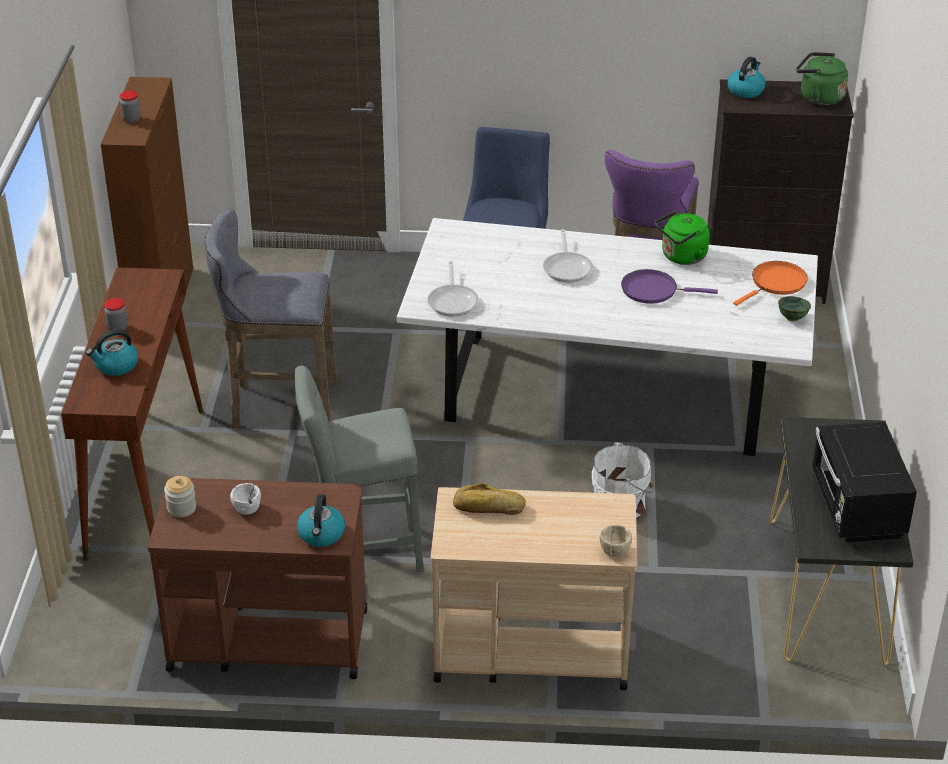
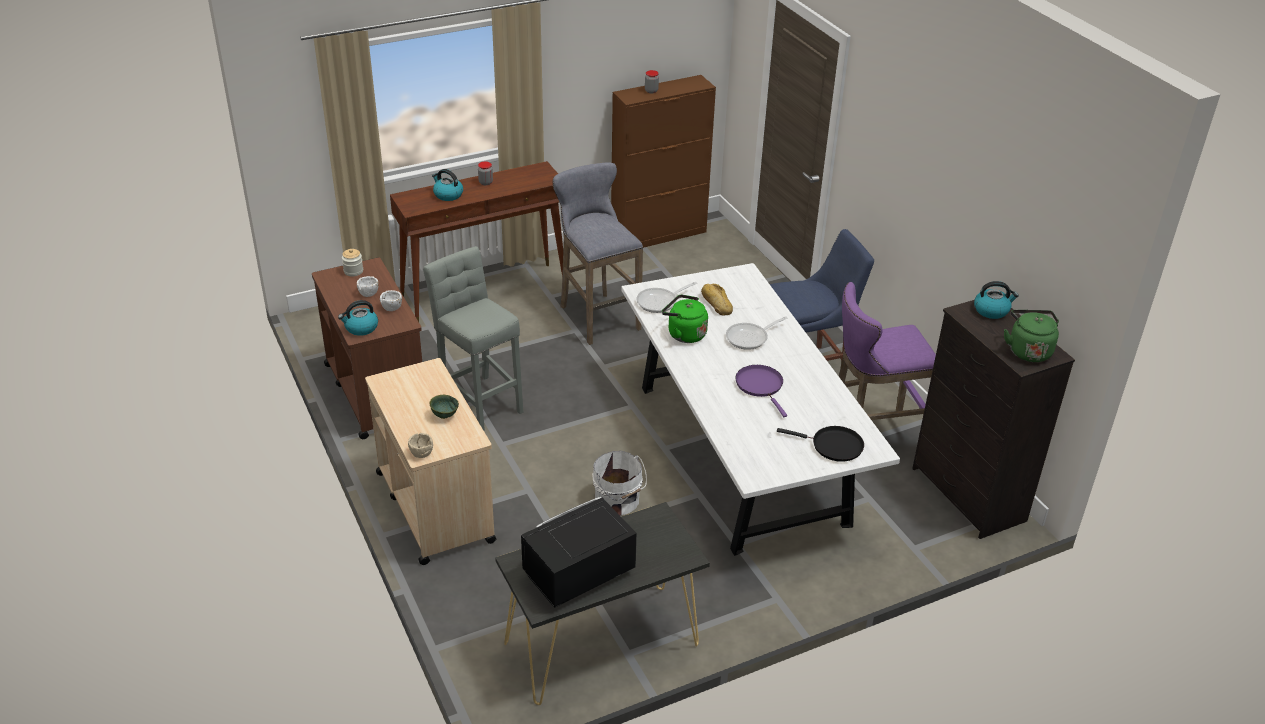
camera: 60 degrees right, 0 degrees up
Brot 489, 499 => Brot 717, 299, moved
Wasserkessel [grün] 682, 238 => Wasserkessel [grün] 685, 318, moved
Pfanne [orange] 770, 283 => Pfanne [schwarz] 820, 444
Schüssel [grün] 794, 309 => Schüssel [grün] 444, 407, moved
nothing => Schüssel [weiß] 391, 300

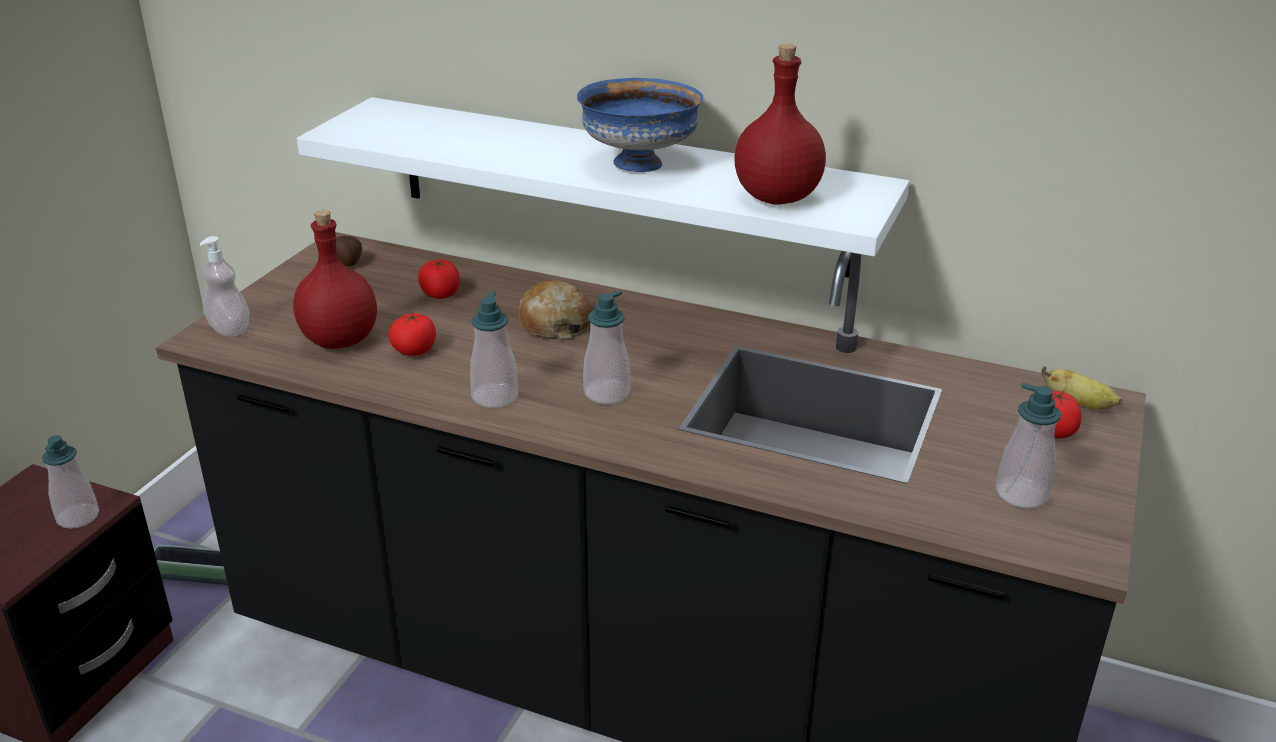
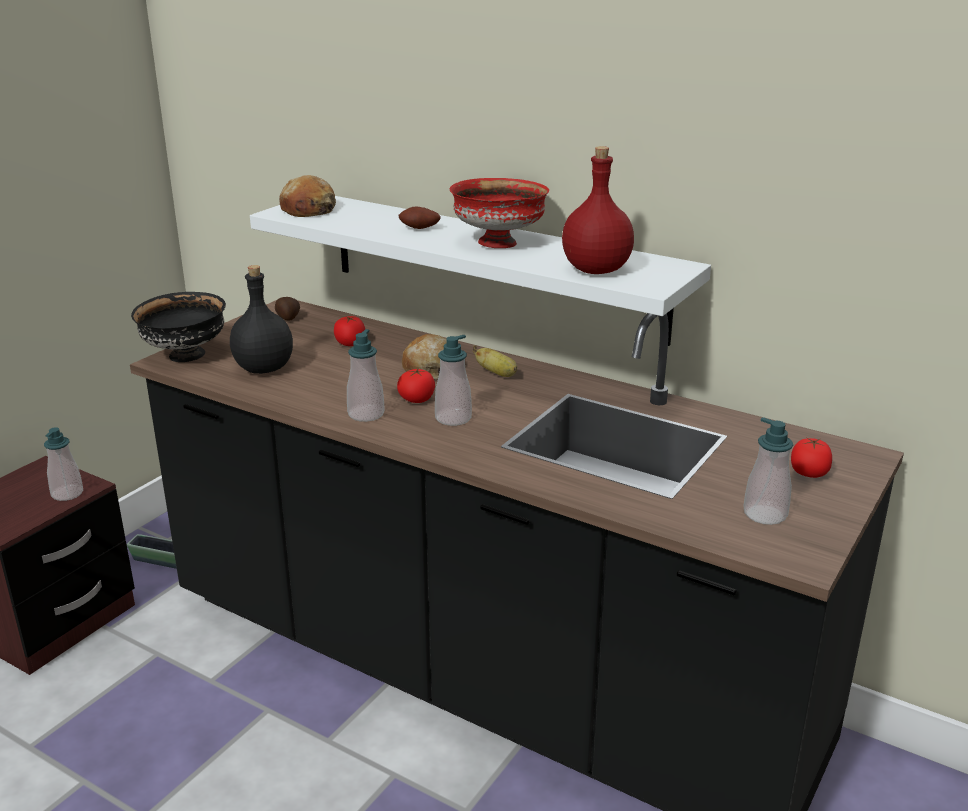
camera: 10 degrees right, 5 degrees down
Seifenspender 224, 286 => Schüssel [schwarz] 178, 327
Flasche [rot] 335, 279 => Flasche [schwarz] 261, 319
Tomate 412, 334 => Tomate 416, 386, moved
Schüssel [blau] 640, 125 => Schüssel [rot] 499, 213
Banane 1081, 387 => Banane 495, 361, moved
nothing => Brot 307, 196
nothing => Kartoffel 419, 218

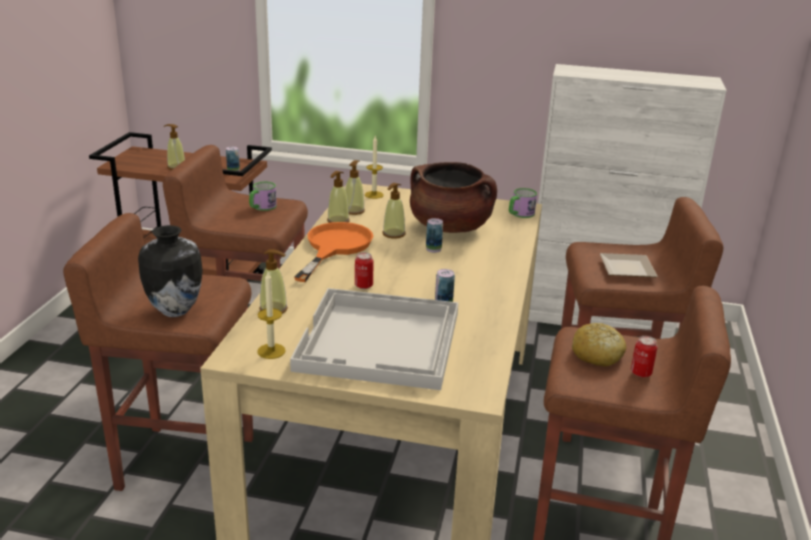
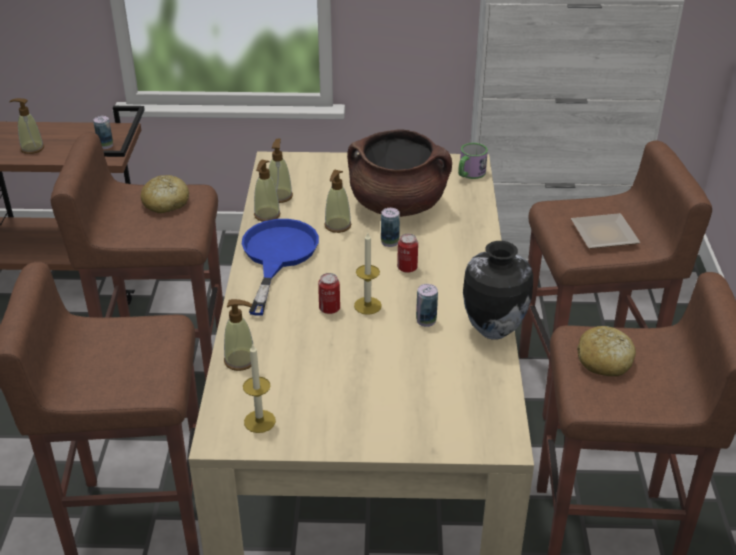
camera: 10 degrees left, 10 degrees up
Vase 170, 271 => Vase 498, 290, moved
Henkelbecher 263, 196 => Brot 165, 194
Tablett [weiß] 374, 339 => nothing
Pfanne [orange] 333, 252 => Pfanne [blau] 280, 267
Kerze 374, 167 => Kerze 368, 274, moved
Dose 644, 356 => Dose 407, 253, moved

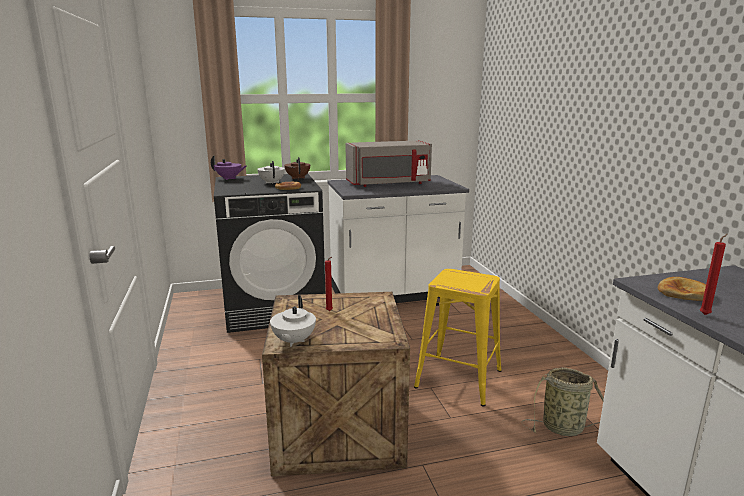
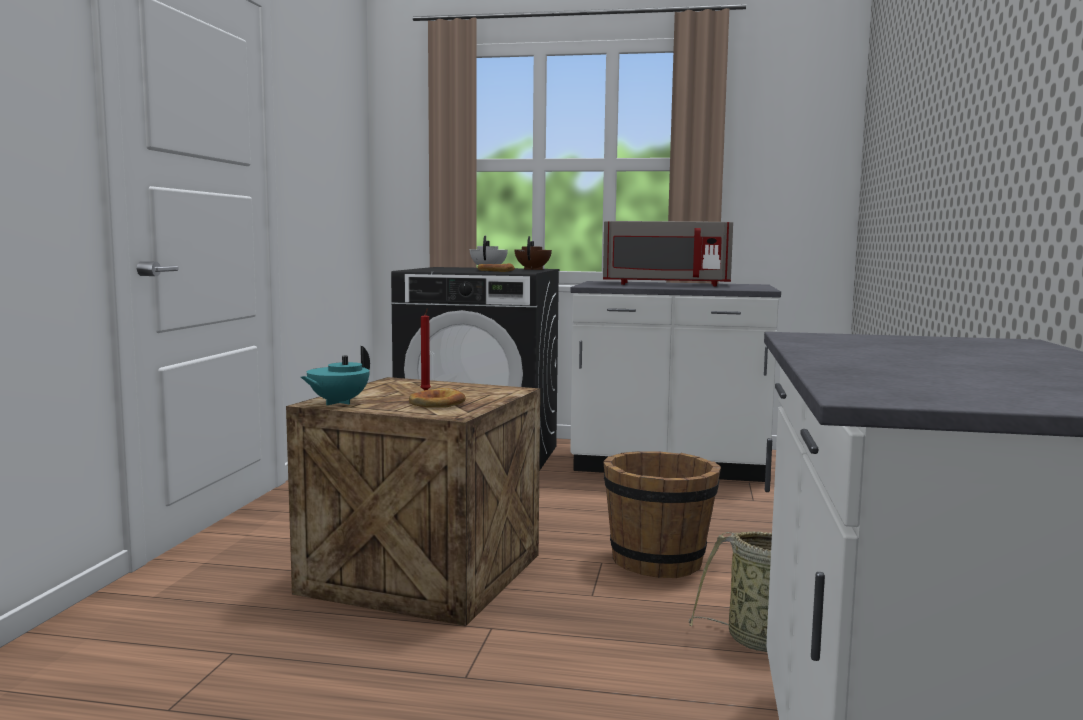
camera: 25 degrees right, 10 degrees down
Teekanne [lila] 229, 167 => nothing
Teekanne [weiß] 293, 321 => Teekanne [türkis] 335, 375
Hocker [gelb] 458, 338 => Eimer [braun] 662, 514
Brot 682, 289 => Brot 437, 398, moved
Kerze [rot] 714, 274 => nothing

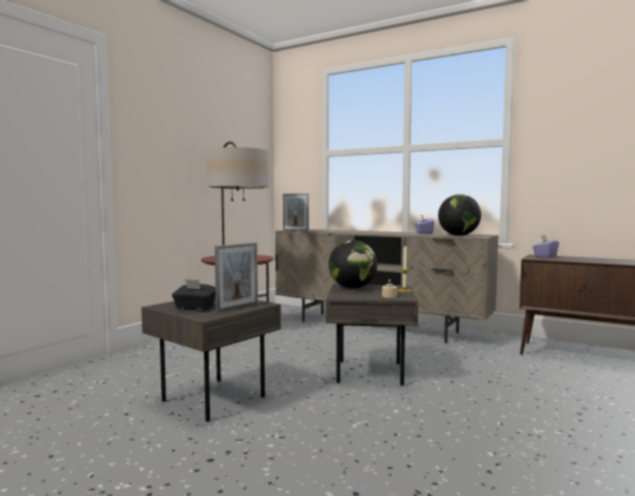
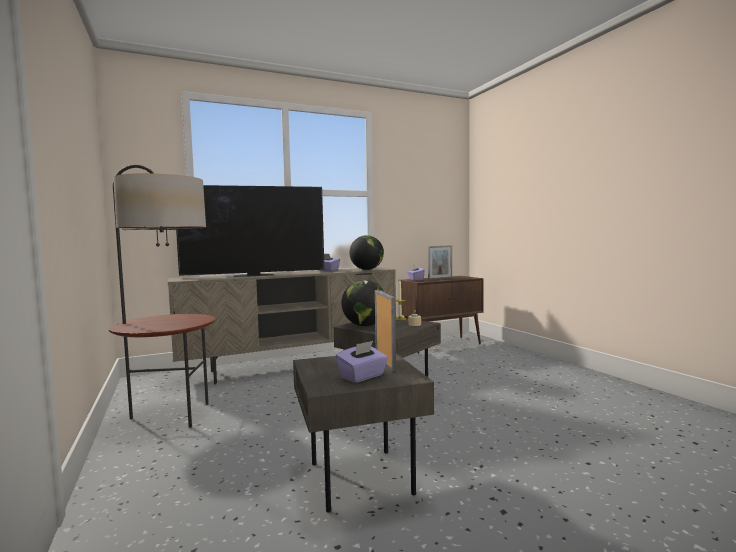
camera: 55 degrees left, 0 degrees up
Taschentuchbox [schwarz] 194, 295 => Taschentuchbox [lila] 362, 362
Bilderrahmen 296, 212 => Bilderrahmen 440, 263, moved
nothing => Fernseher 250, 231

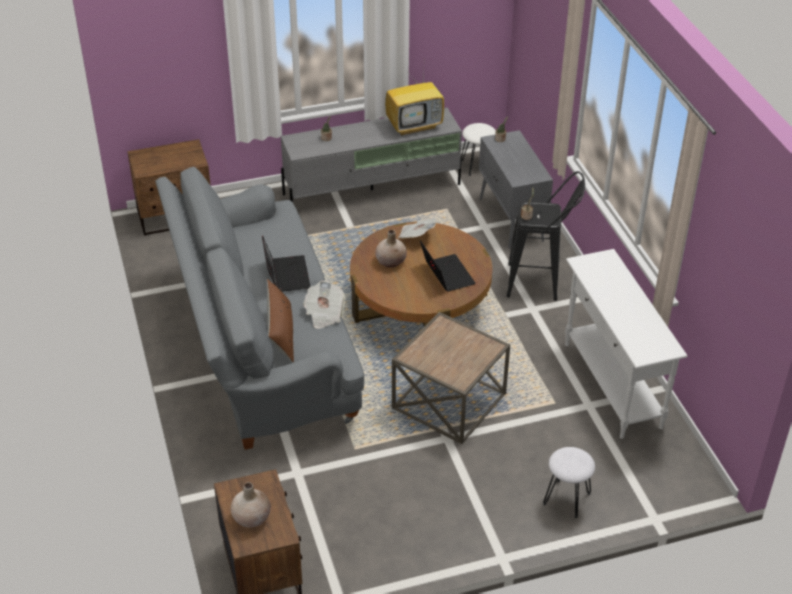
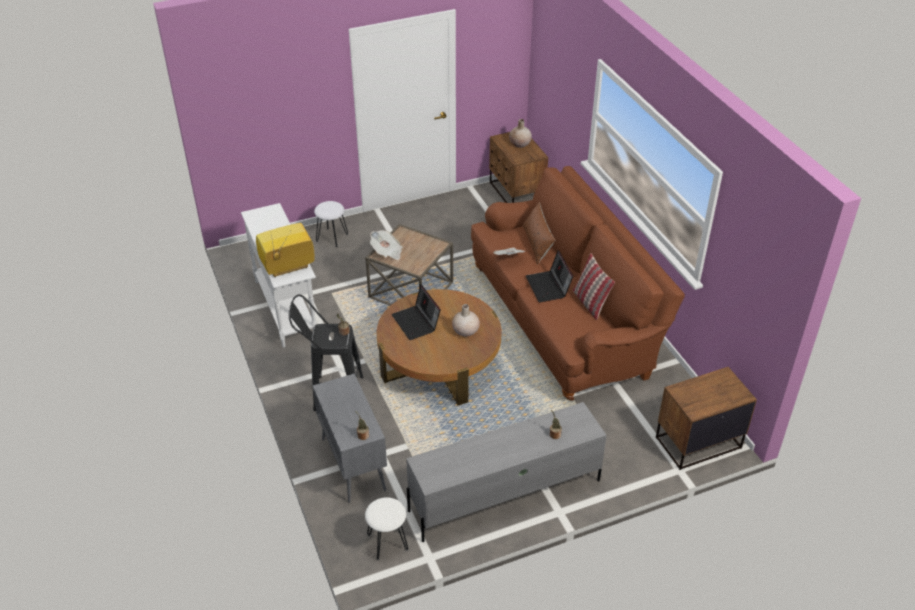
camera: 175 degrees right, 0 degrees up
Sofa [grau] 259, 308 => Sofa [braun] 578, 283
Fernseher 414, 102 => Fernseher 285, 250, moved
Zeitung 417, 228 => Zeitung 386, 245, moved
nothing => Kissen 594, 286

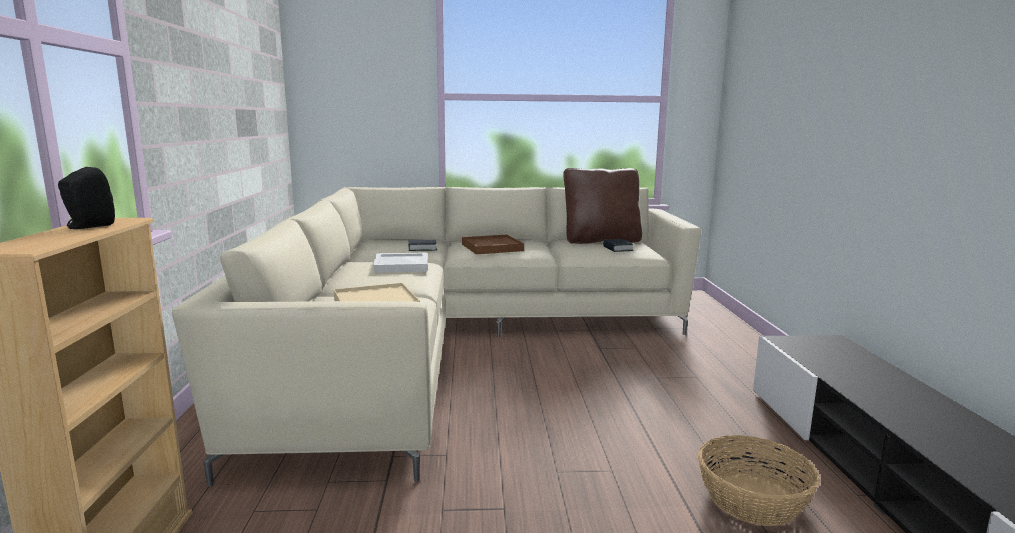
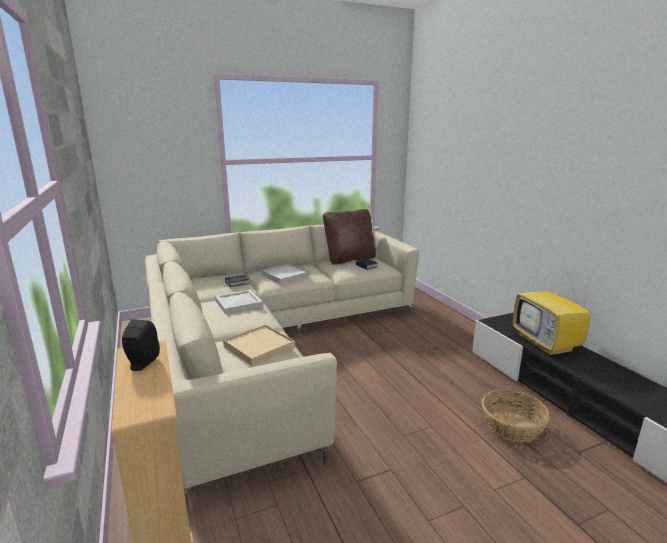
camera: 20 degrees left, 5 degrees up
Tablett [braun] 493, 244 => Tablett [weiß] 285, 273
nothing => Fernseher 551, 315

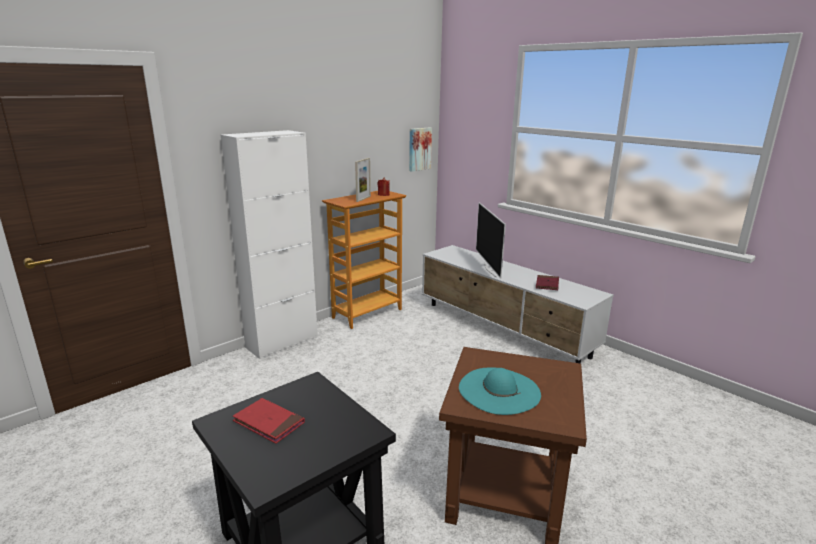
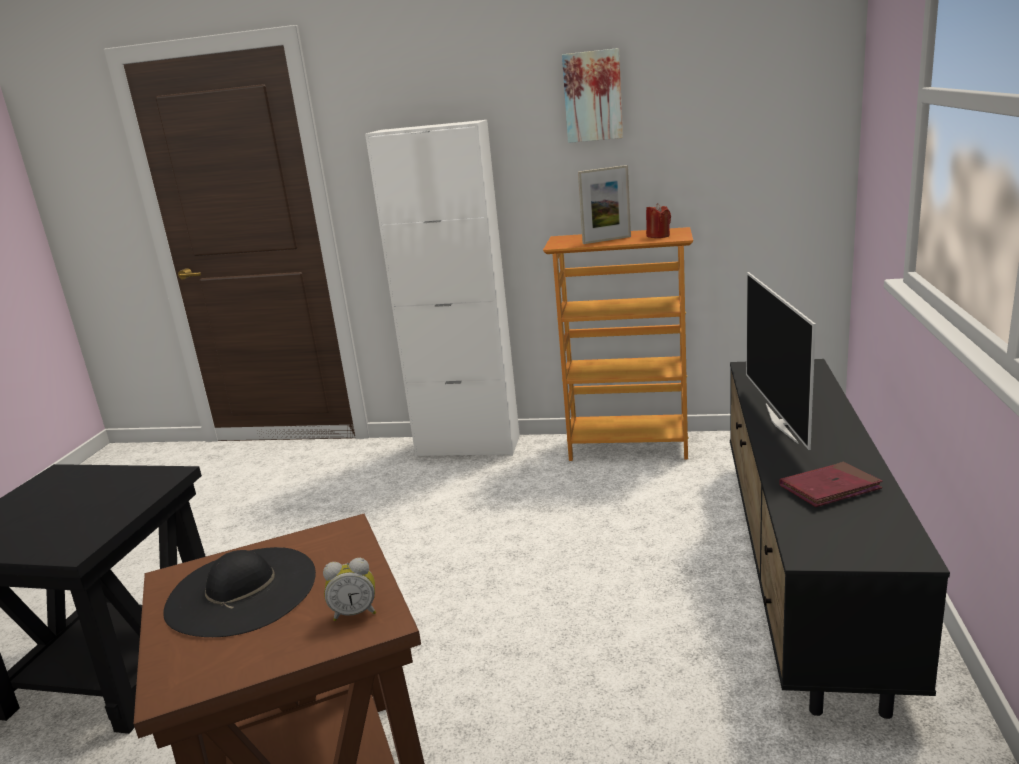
camera: 55 degrees right, 0 degrees up
Buch [rot] 269, 421 => nothing
Bild 420, 150 => Bild 592, 95, moved
Fernsehschrank [weiß] 518, 304 => Fernsehschrank [schwarz] 840, 539
Hut [türkis] 500, 391 => Hut [schwarz] 239, 592
Fernseher 491, 240 => Fernseher 781, 361, 45 degrees counterclockwise
nothing => Wecker 349, 589

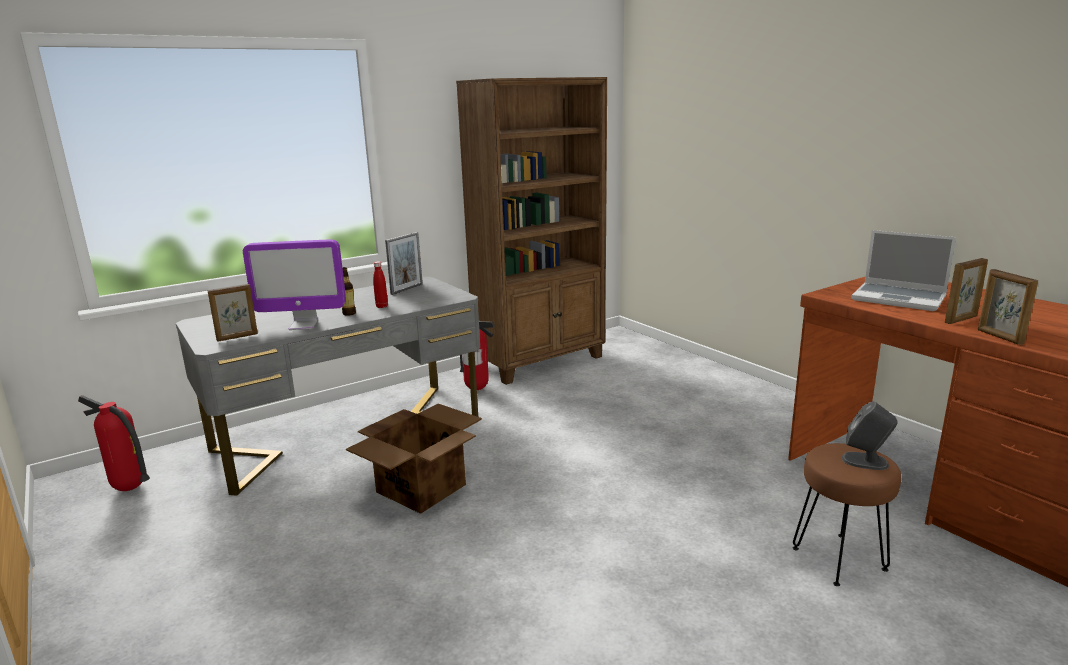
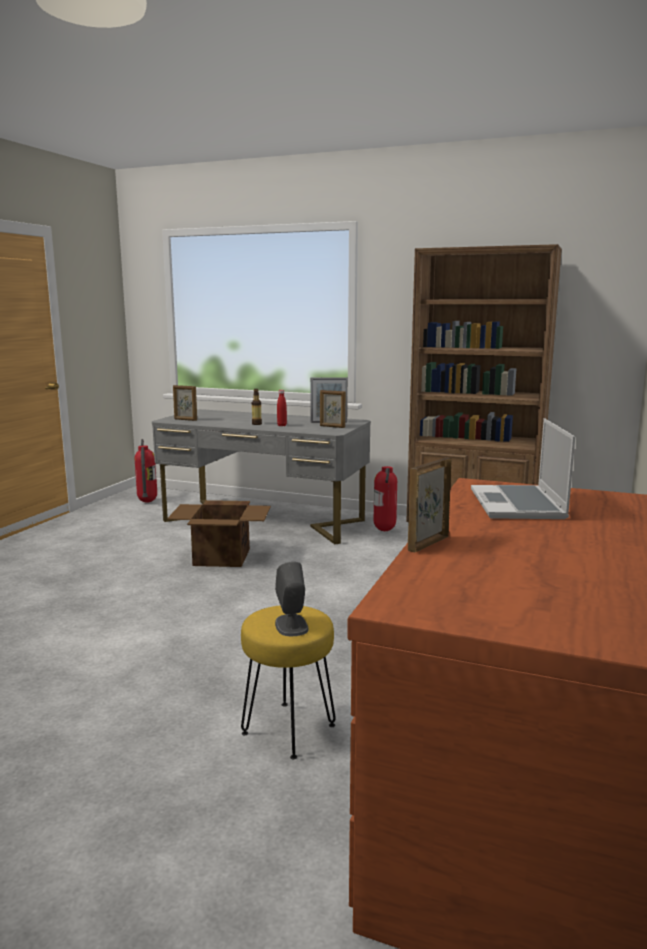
camera: 55 degrees right, 5 degrees down
Monitor 294, 284 => nothing
Hocker [braun] 847, 514 => Hocker [gelb] 288, 682
Bilderrahmen 966, 291 => Bilderrahmen 333, 409, moved

